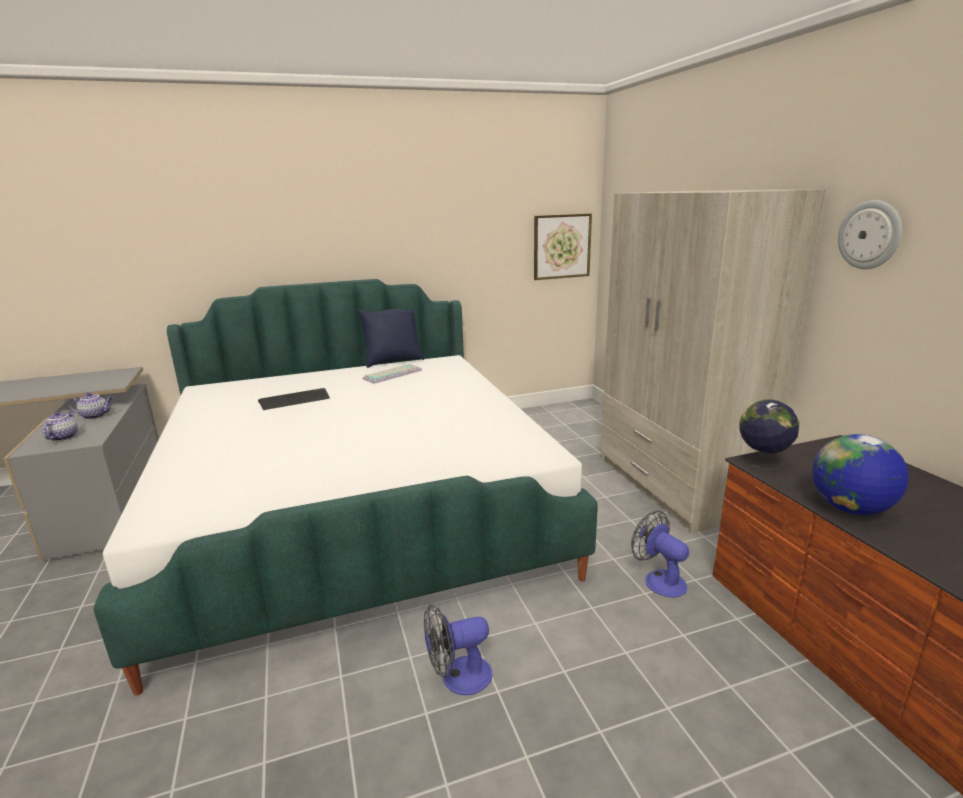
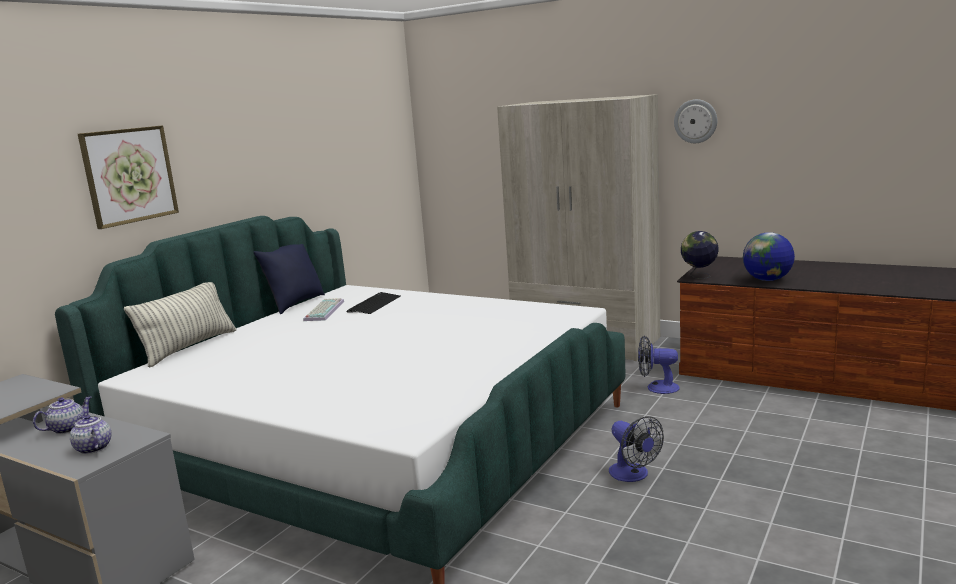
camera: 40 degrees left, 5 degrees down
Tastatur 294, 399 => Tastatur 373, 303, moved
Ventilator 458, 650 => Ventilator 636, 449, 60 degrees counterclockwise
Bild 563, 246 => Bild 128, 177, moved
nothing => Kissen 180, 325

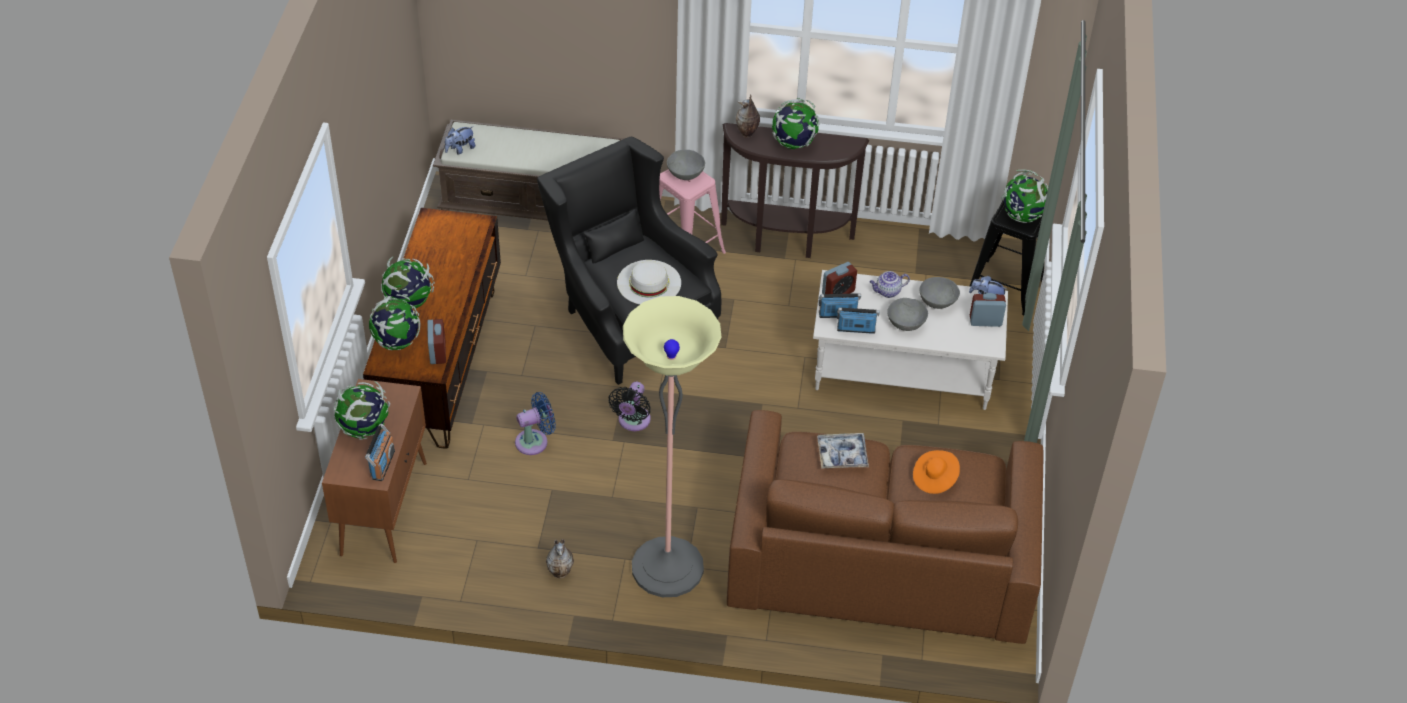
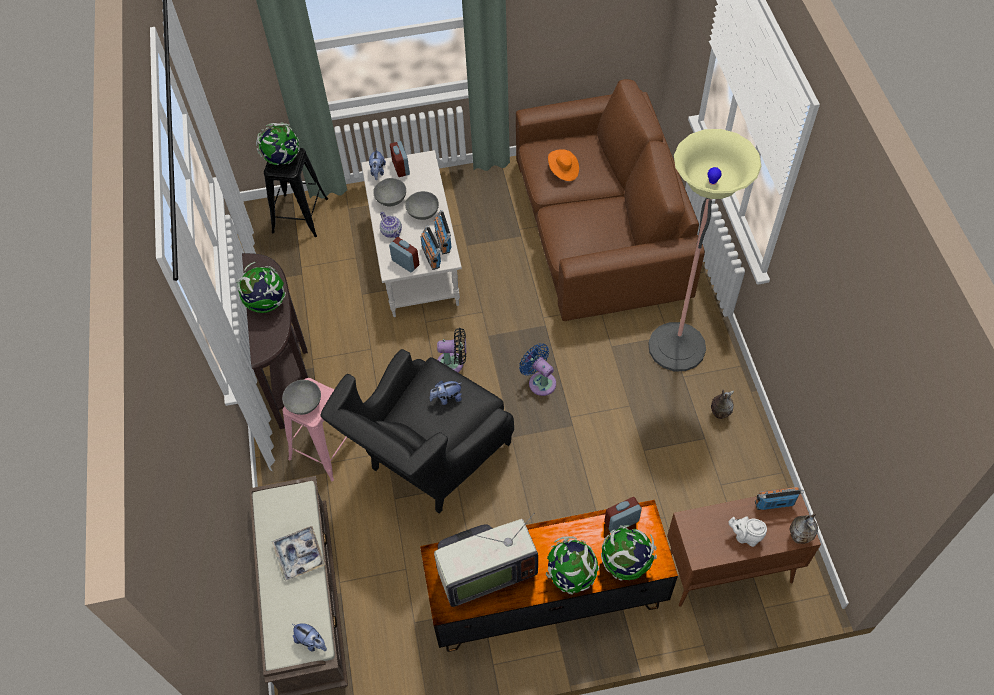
camera: 105 degrees left, 10 degrees up
Globus 361, 410 => Teekanne [weiß] 747, 531
Ventilator [blau] 535, 423 => Ventilator [blau] 537, 369, moved
Ventilator [schwarz] 630, 406 => Ventilator [schwarz] 451, 350, moved
Hut [weiß] 649, 282 => Plüschtier 445, 393
Vase 748, 116 => Vase 803, 529, moved
Tablett 843, 451 => Tablett 298, 553, moved
nothing => Fernseher 486, 560

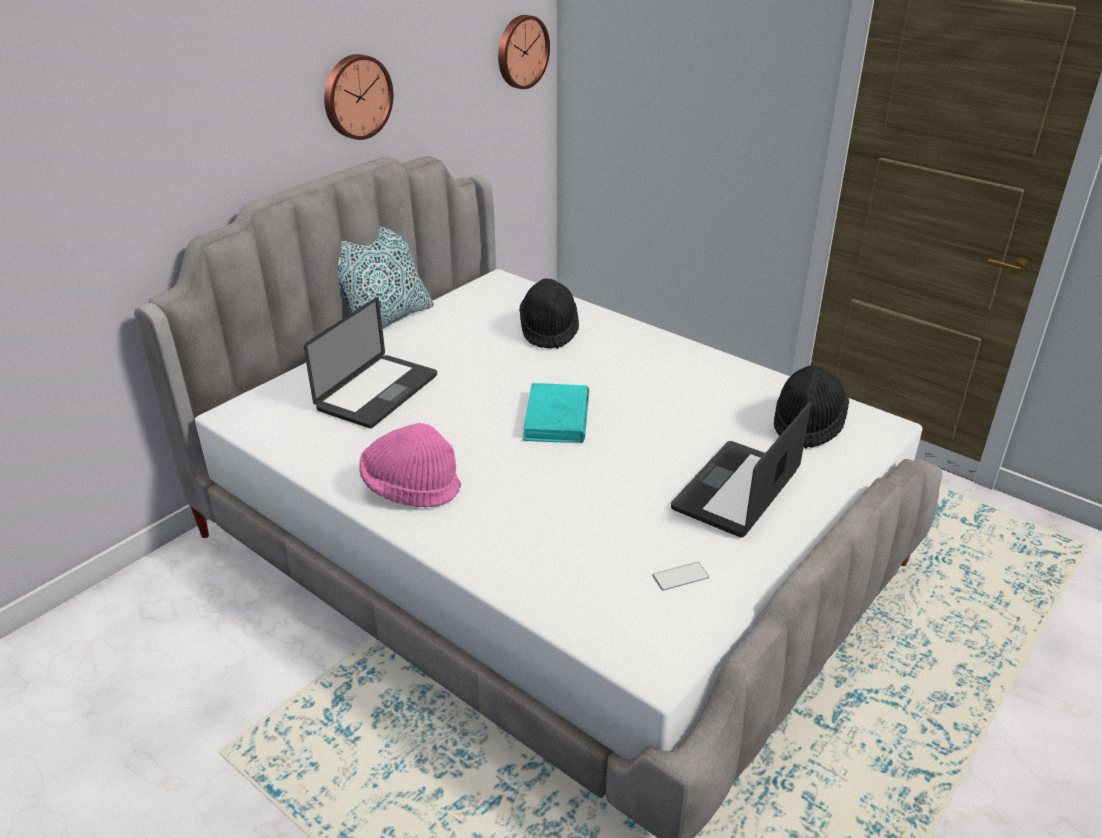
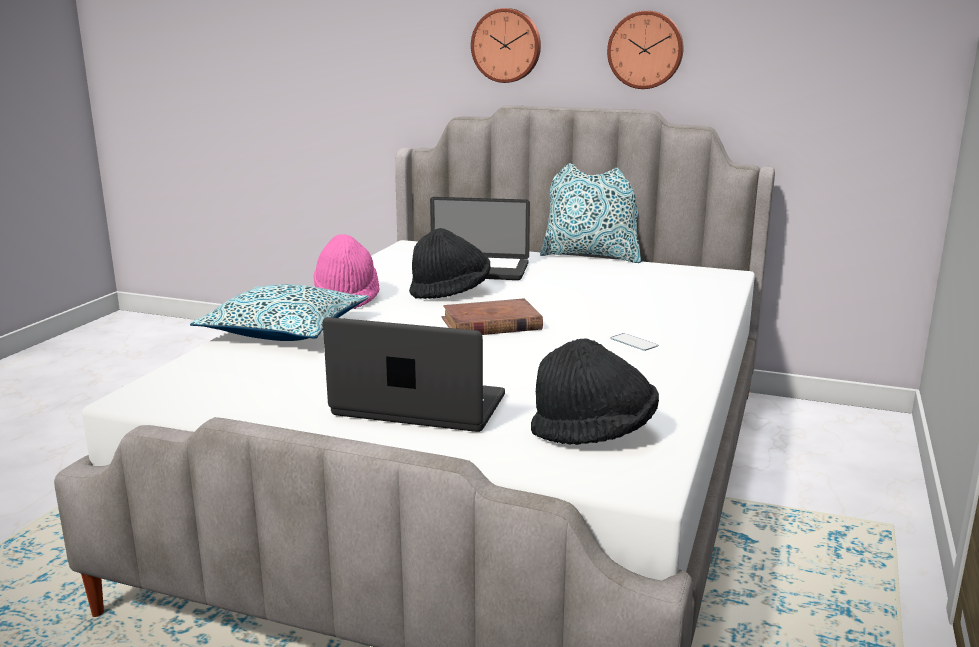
camera: 70 degrees right, 15 degrees down
Wanduhr 524, 52 => Wanduhr 506, 45, moved
Hut [schwarz] 549, 313 => Hut [schwarz] 450, 263, moved
Buch [türkis] 555, 413 => Buch [braun] 492, 316
Handy 680, 576 => Handy 634, 342, moved
nothing => Kissen 279, 312

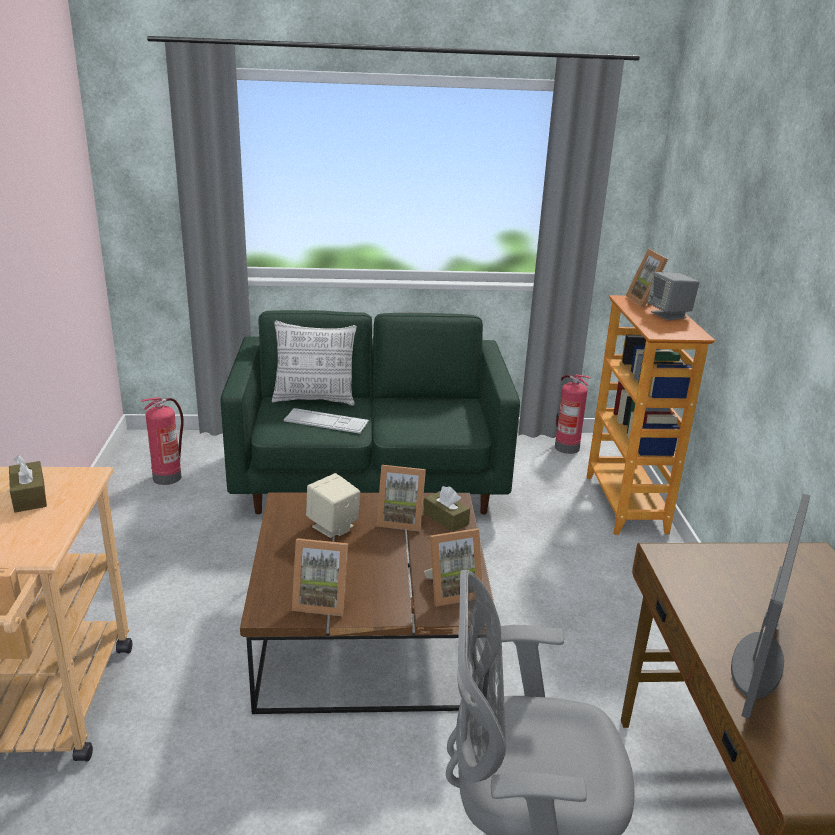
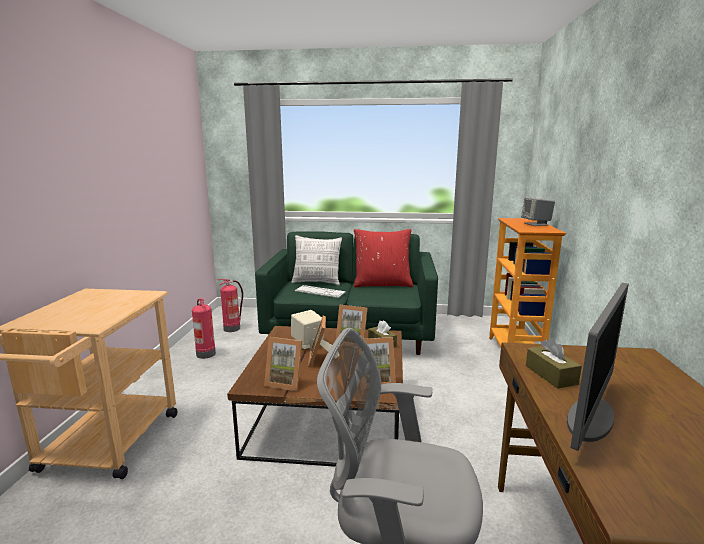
camera: 10 degrees right, 10 degrees down
Taschentuchbox [braun] 28, 484 => Taschentuchbox [braun] 554, 363, moved
Feuerlöscher 573, 414 => Feuerlöscher 204, 328, moved
Bilderrahmen 646, 278 => Bilderrahmen 323, 342, moved
nothing => Kissen [rot] 383, 258

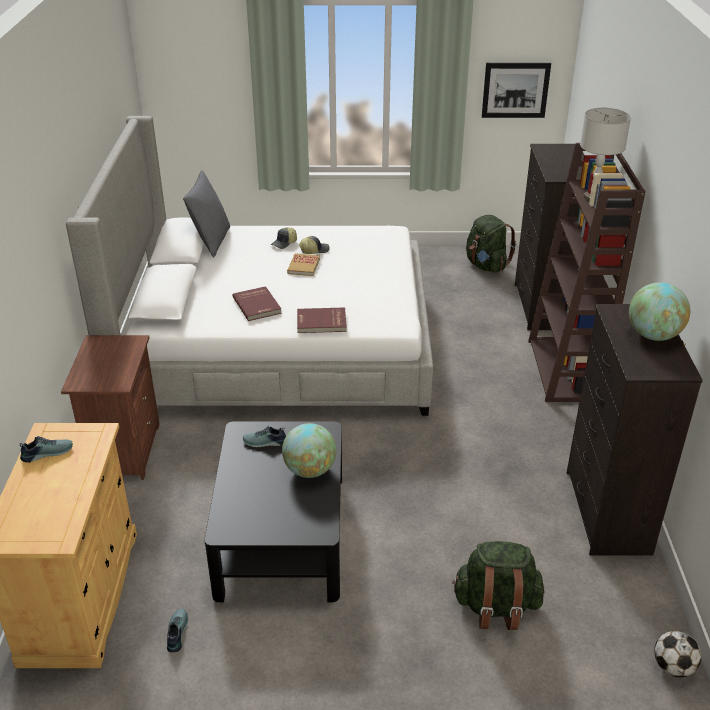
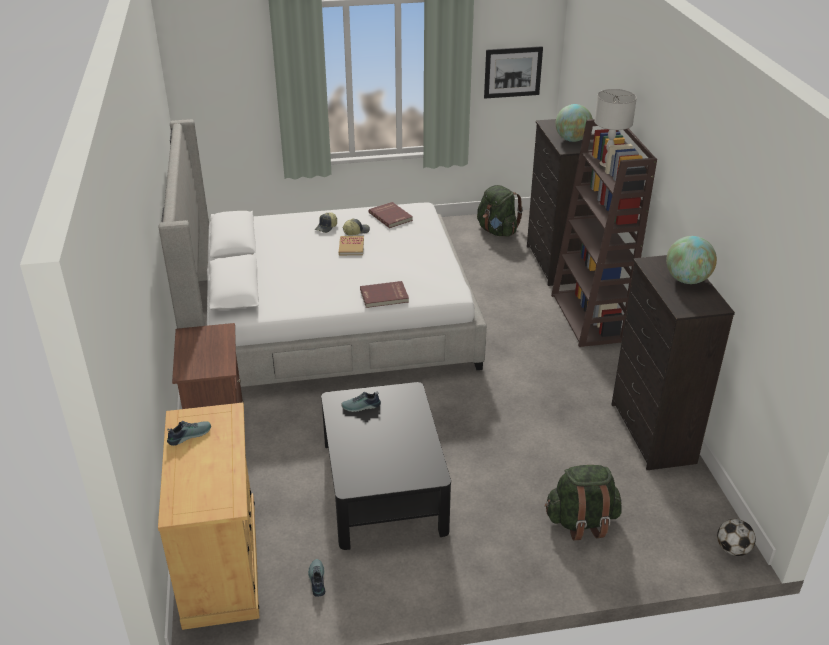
camera: 10 degrees left, 0 degrees up
Kissen [grau] 206, 213 => nothing
Buch [rot] 257, 303 => Buch [rot] 390, 215, moved
Globus 309, 450 => Globus 574, 123, moved

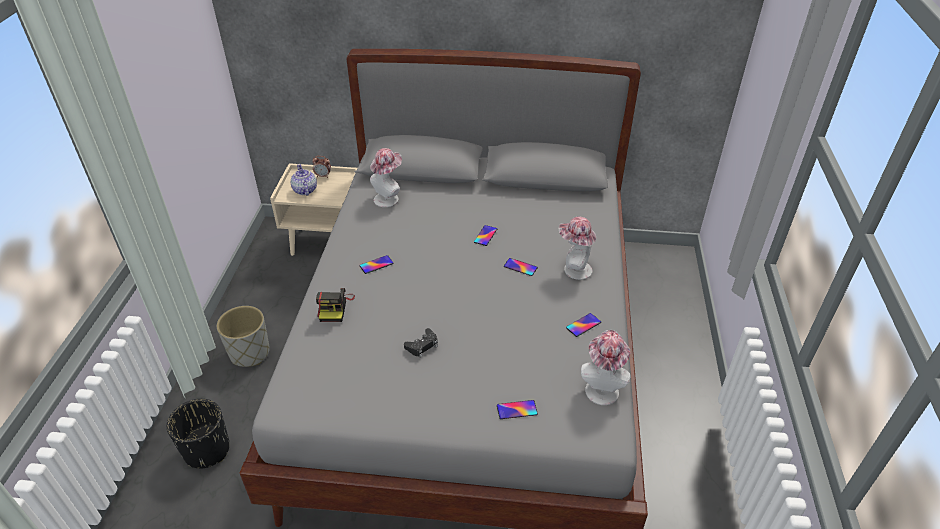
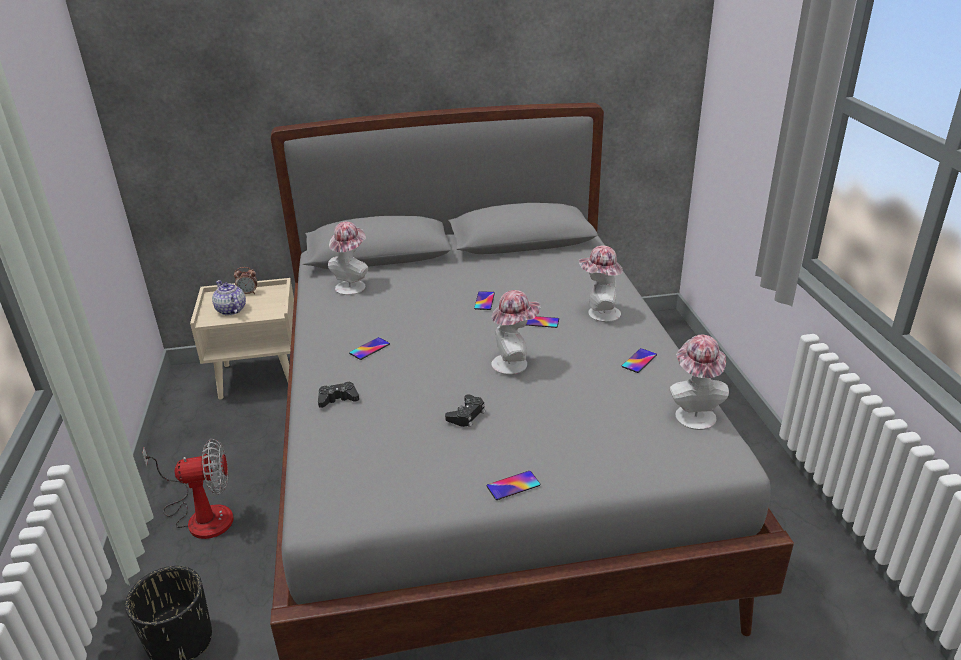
camera: 15 degrees left, 10 degrees down
Pflanzkübel [grau] 243, 336 => Ventilator 188, 489
Kamera 335, 305 => Gamepad [schwarz] 338, 394
Handy 517, 409 => Handy 514, 485, moved
nothing => Hut 516, 332

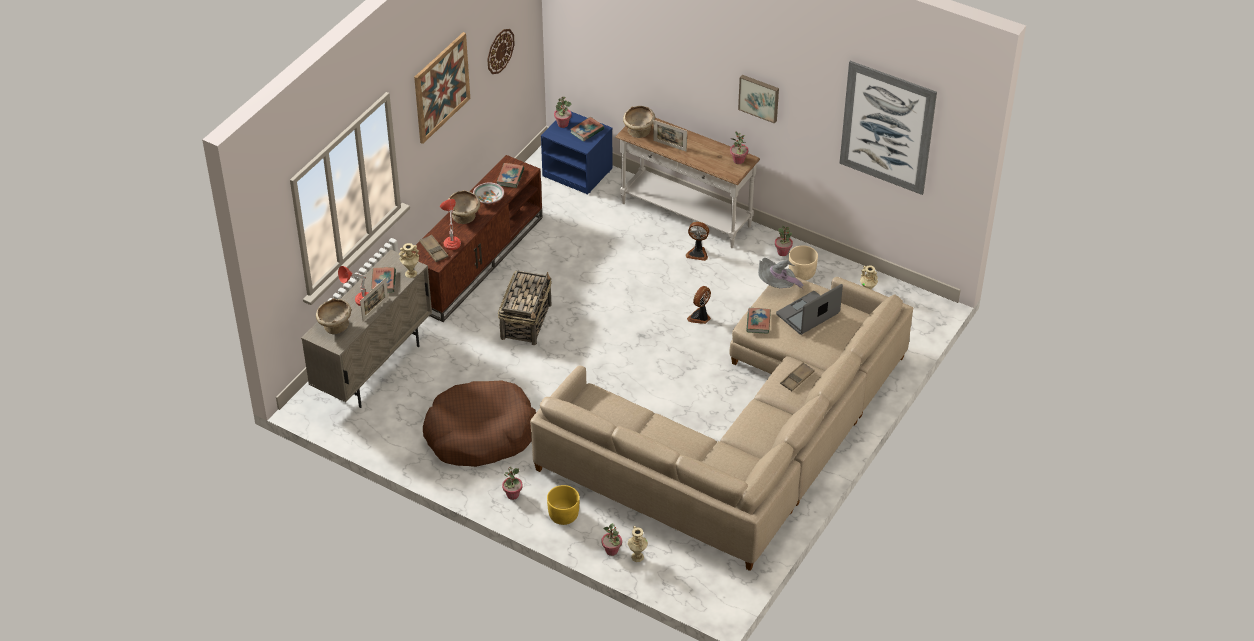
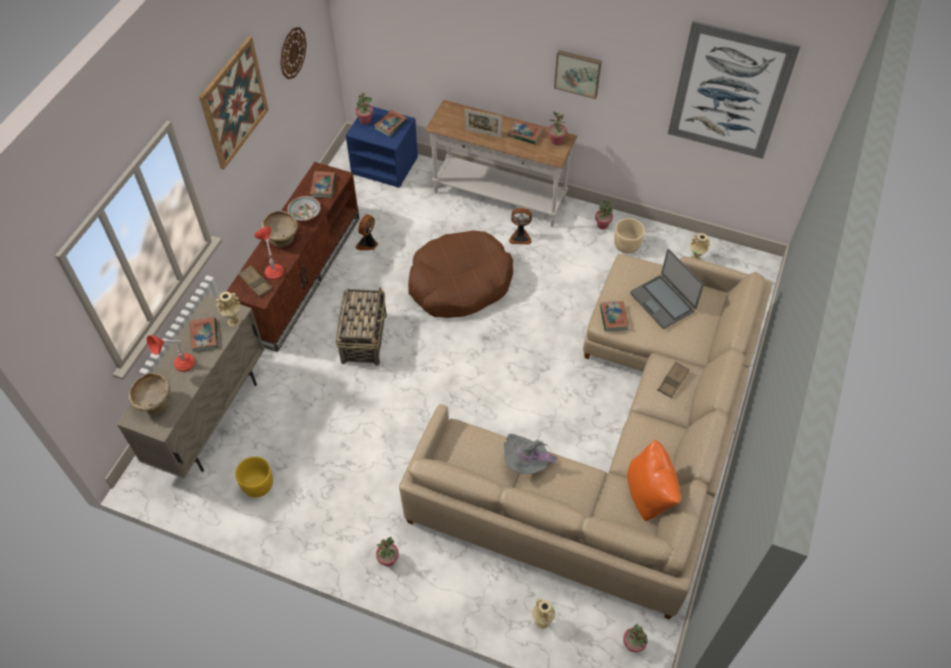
camera: 10 degrees left, 10 degrees up
Bilderrahmen 374, 299 => nothing
Hundebett [braun] 479, 423 => Hundebett [braun] 460, 274, moved
Pflanzkübel [gelb] 563, 505 => Pflanzkübel [gelb] 254, 476, moved
Topfpflanze 611, 539 => Topfpflanze 635, 638, moved
Schüssel [beige] 639, 122 => nothing
Ventilator 699, 305 => Ventilator 366, 232, moved
Hut [grau] 781, 273 => Hut [grau] 531, 454, moved
Laptop 809, 309 => Laptop 667, 289, 75 degrees counterclockwise
nothing => Buch 525, 131
nothing => Kissen [orange] 654, 480

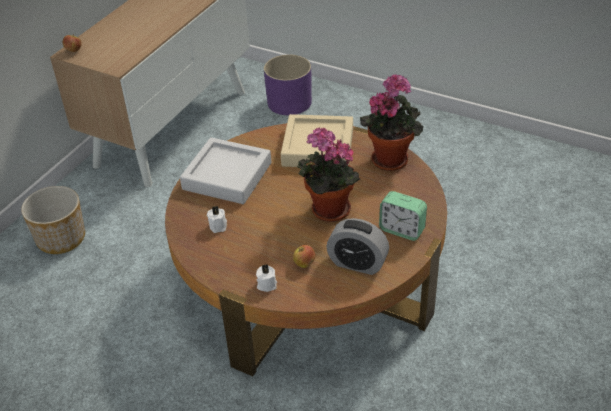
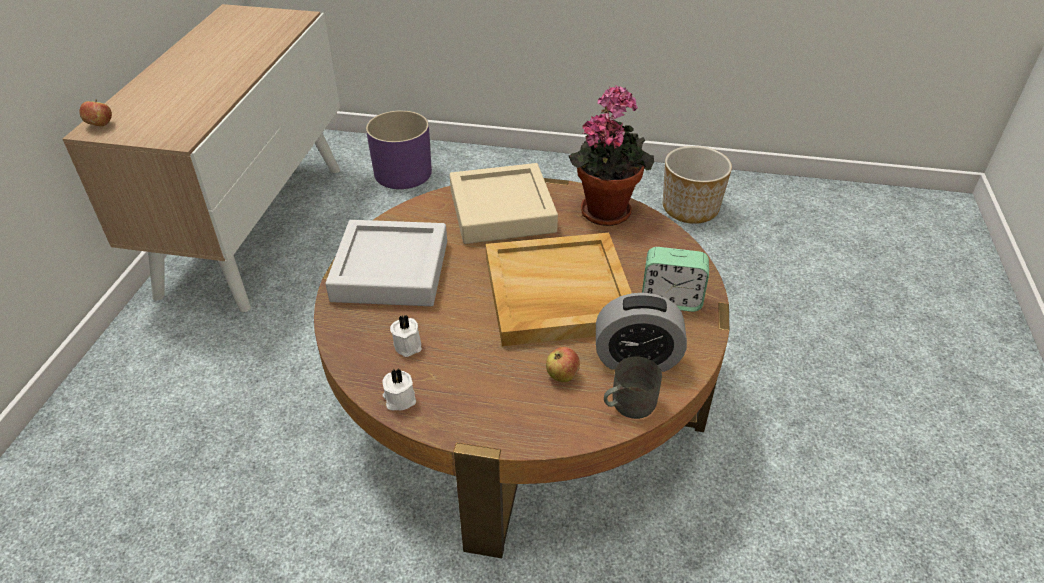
camera: 20 degrees left, 0 degrees up
Pflanzkübel 53, 220 => Pflanzkübel 697, 185, moved
Kerze [weiß] 266, 278 => Kerze [weiß] 399, 389, moved
Topfpflanze 328, 174 => Tablett [beige] 559, 289
nothing => Henkelbecher [grau] 633, 387

